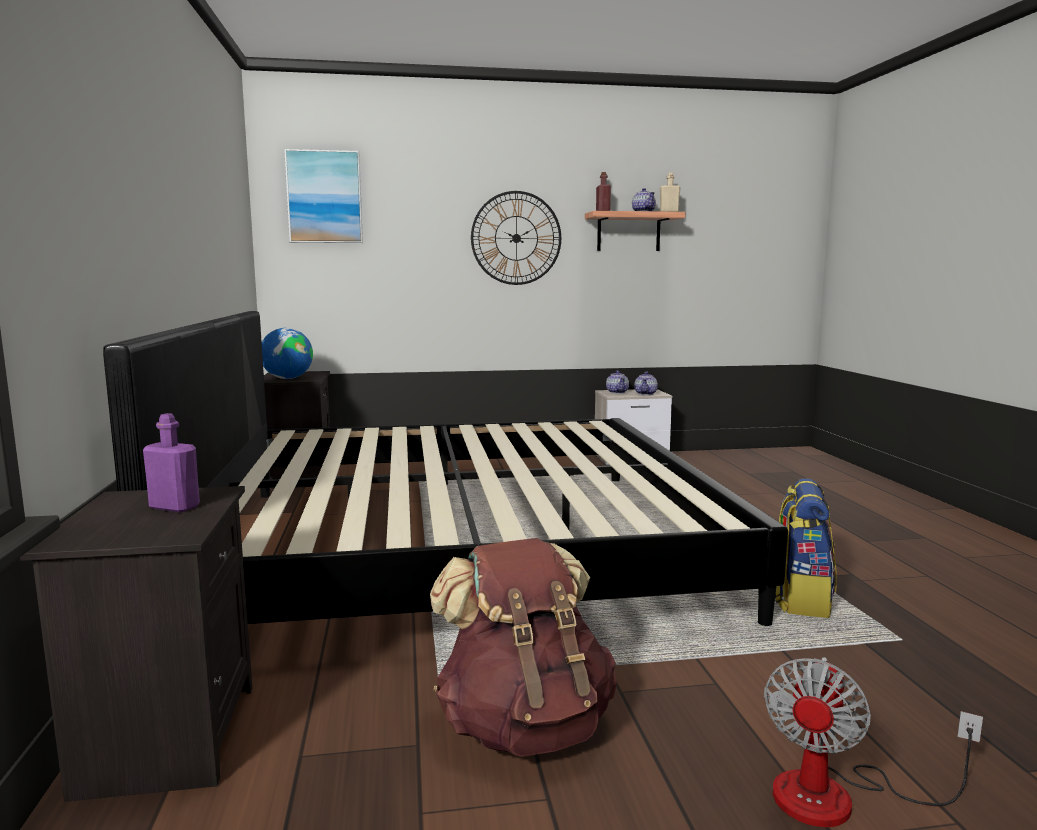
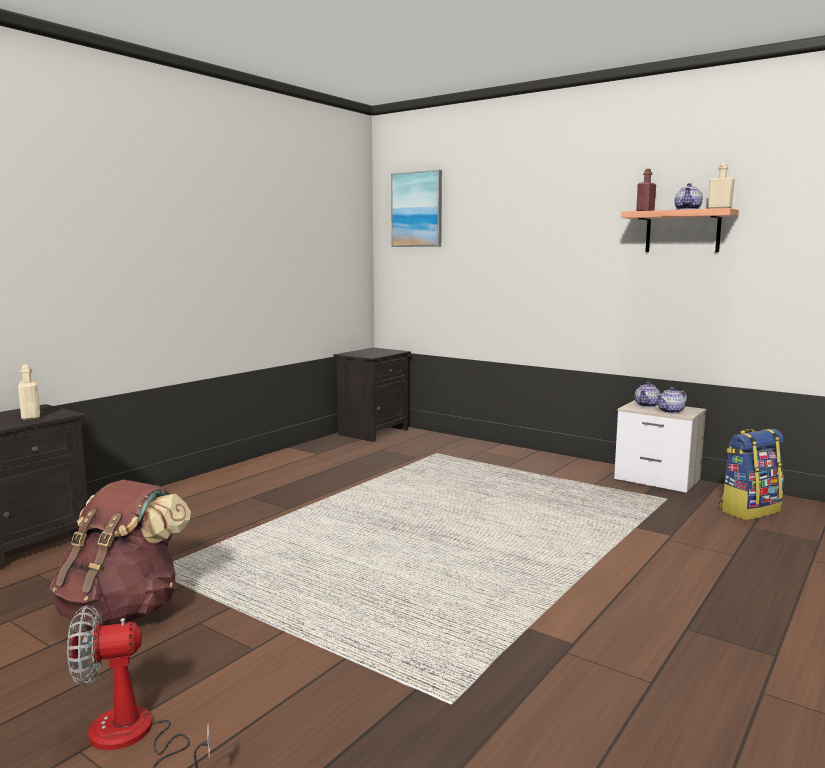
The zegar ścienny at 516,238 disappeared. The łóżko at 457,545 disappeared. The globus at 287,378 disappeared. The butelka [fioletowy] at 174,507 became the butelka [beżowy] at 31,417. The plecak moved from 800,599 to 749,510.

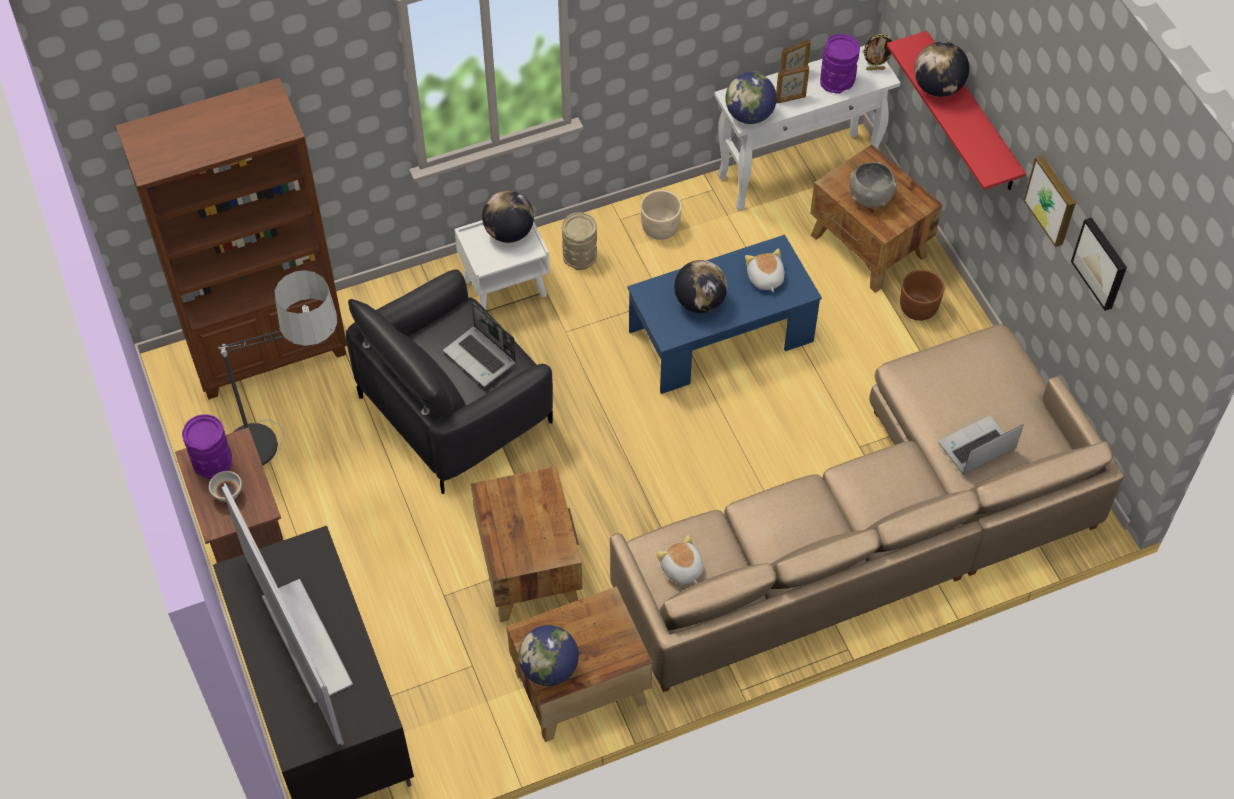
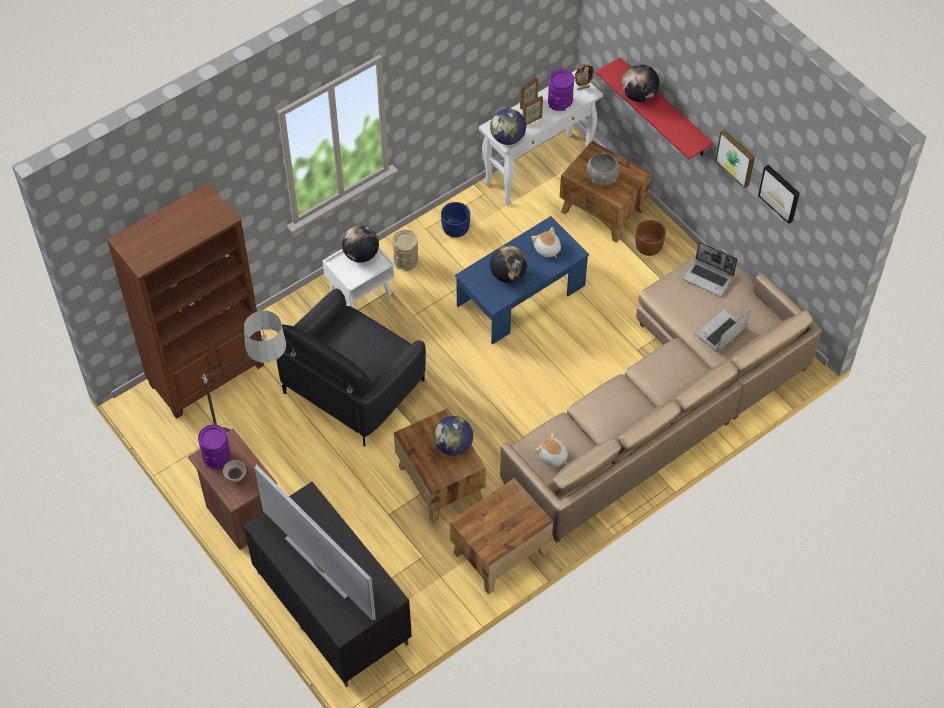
The donica [beżowy] at 660,228 became the donica [niebieski] at 456,229. The laptop moved from 481,357 to 709,278. The globus moved from 549,668 to 453,446.

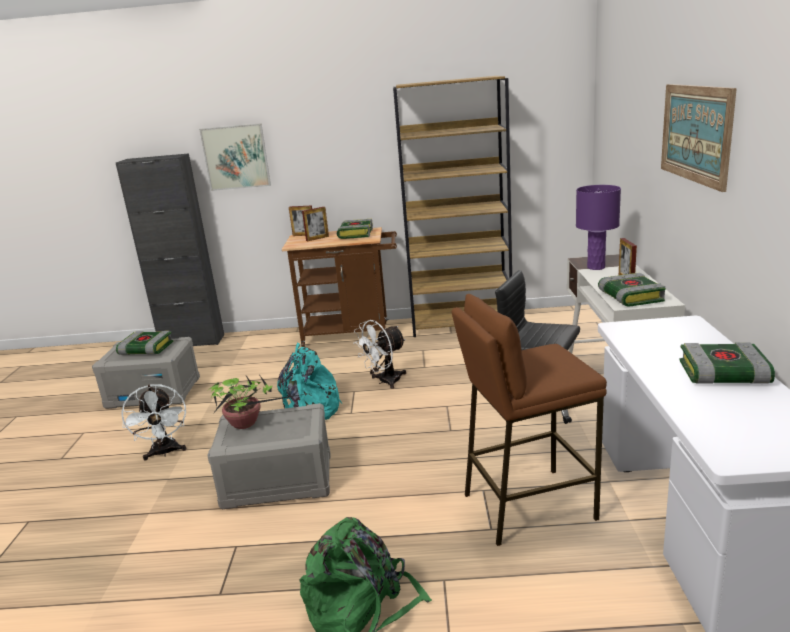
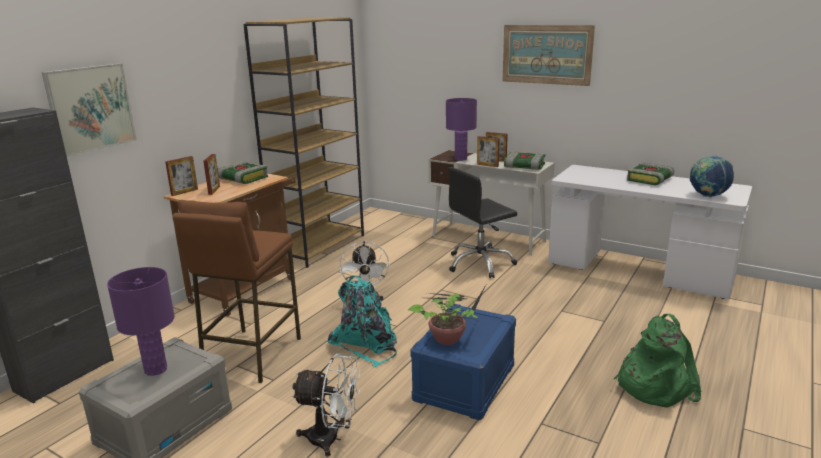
The stołek [brązowy] moved from 527,505 to 251,355. The książka at 145,349 was replaced by the lampa stołowa [fioletowy] at 155,369. The pojemnik do przechowywania [szary] at 277,481 became the pojemnik do przechowywania [niebieski] at 465,384. The ramka na zdjęcie at 487,165 appeared. The globus at 708,196 appeared.

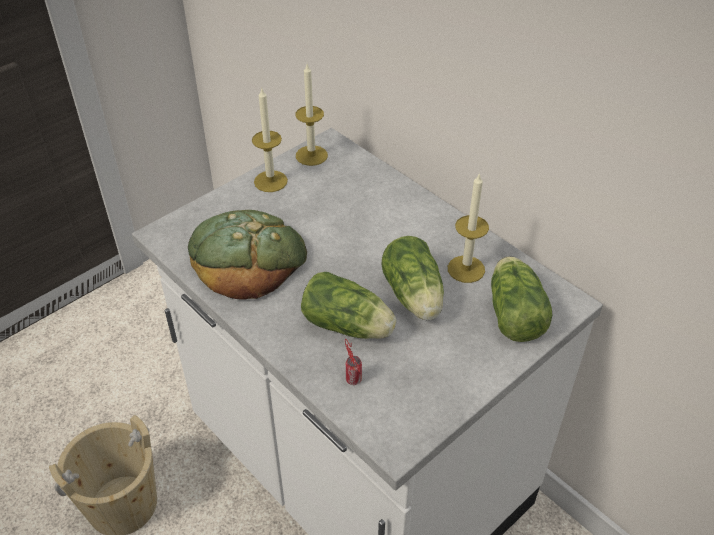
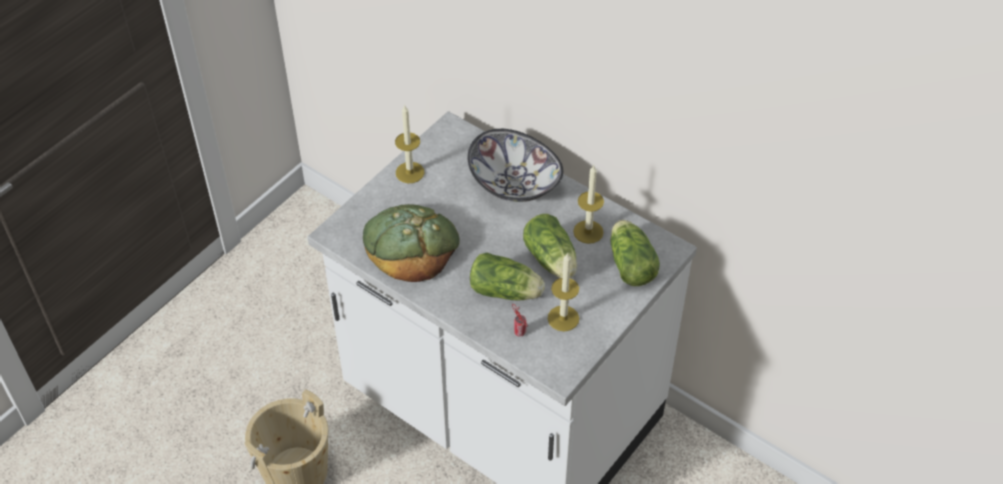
The świeca moved from 311,155 to 563,318. The miska at 514,184 appeared.

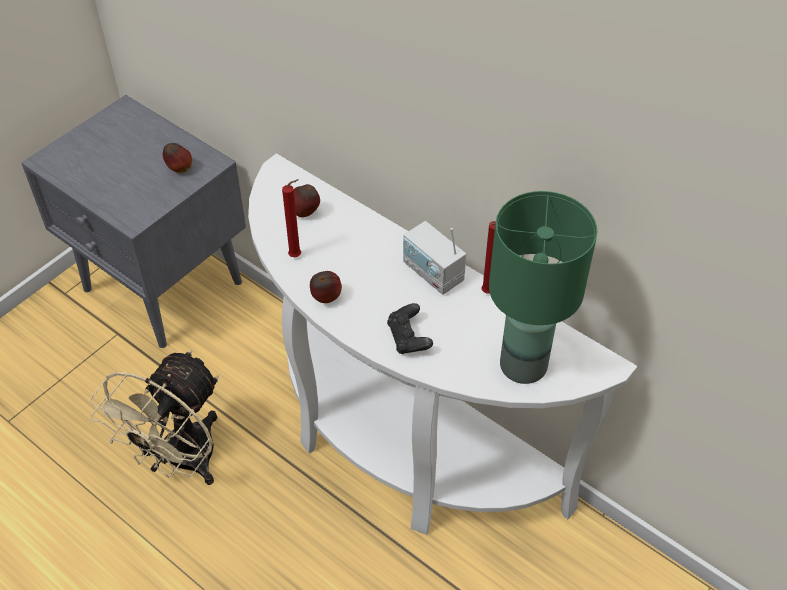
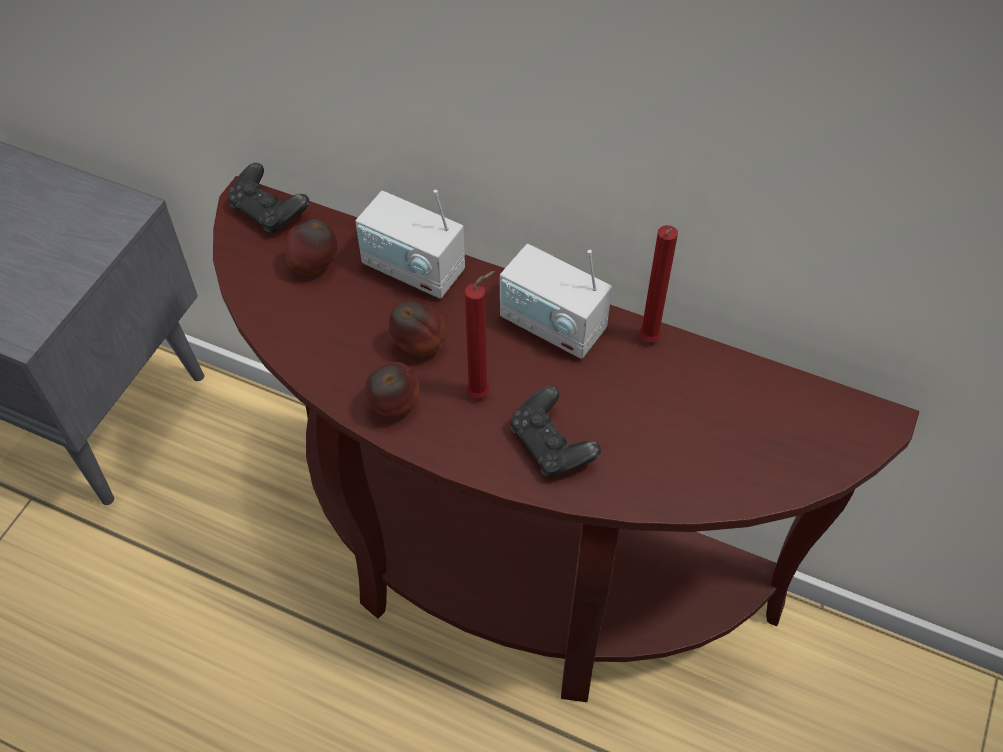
The jabłko moved from 179,169 to 419,347. The stolik konsolowy [biały] at 400,444 became the stolik konsolowy [brązowy] at 508,571. The świeca [czerwony] moved from 297,256 to 481,393. The lampa stołowa [zielony] at 522,366 disappeared. The wentylator [beżowy] at 181,462 disappeared. The pad do gier [czarny] at 269,212 appeared. The radio at 413,270 appeared.

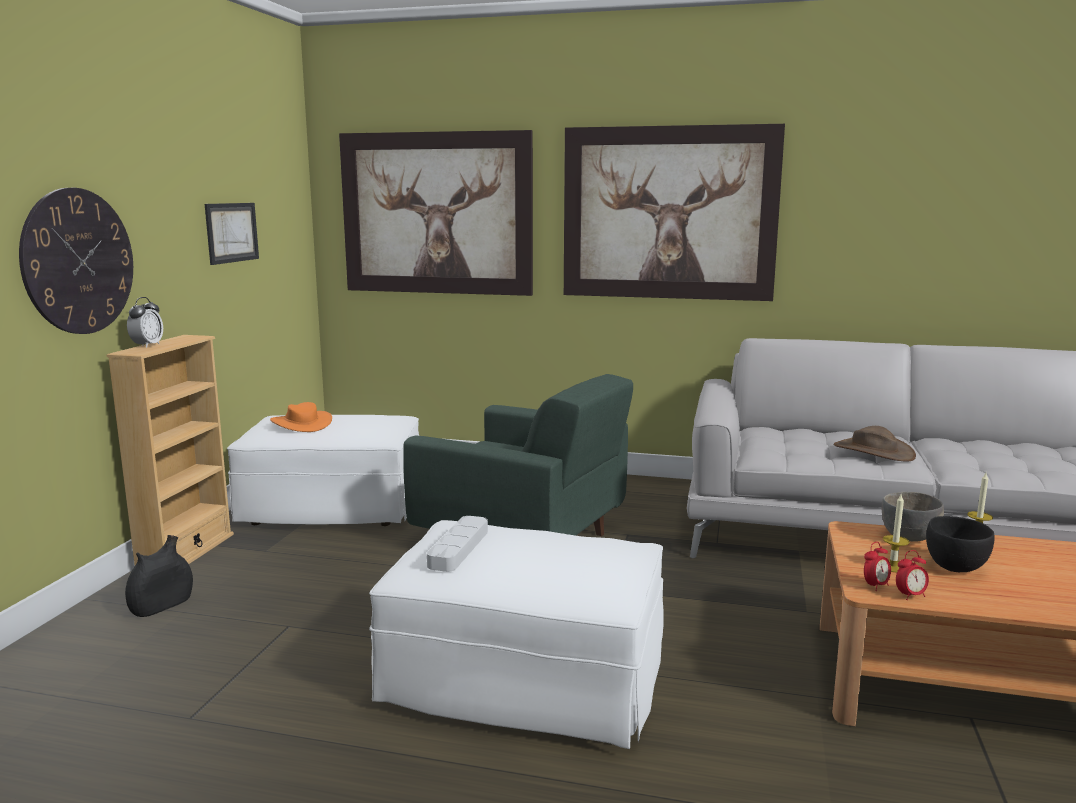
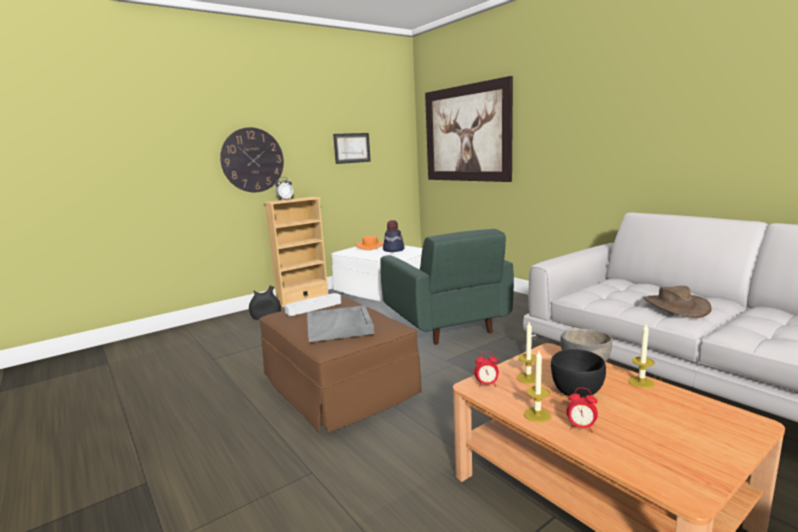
The obraz at 668,213 disappeared. The pufa [biały] at 525,677 became the pufa [brązowy] at 339,387. The budzik moved from 910,596 to 581,427. The kapelusz at 393,250 appeared. The taca [szary] at 340,326 appeared. The świeca at 537,415 appeared.

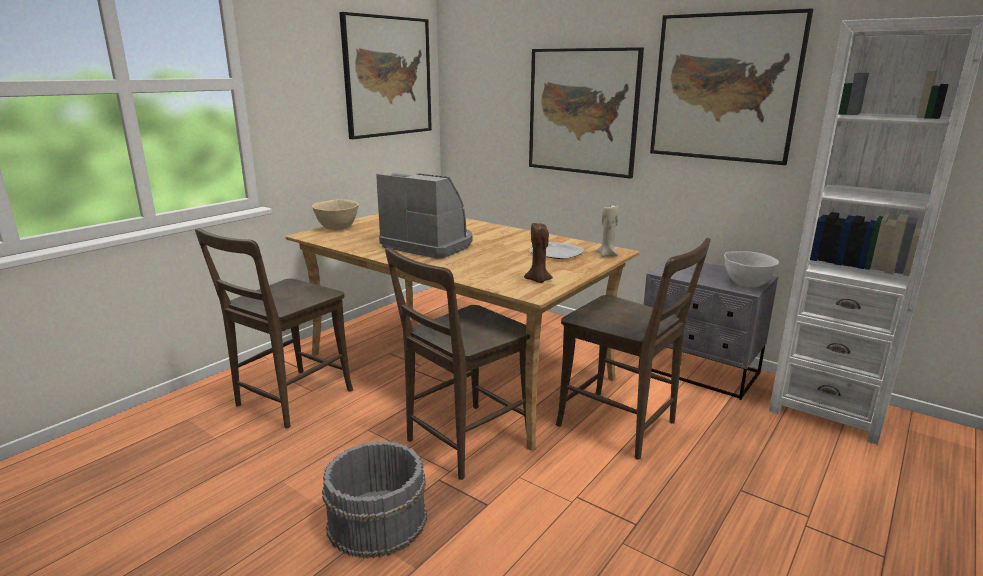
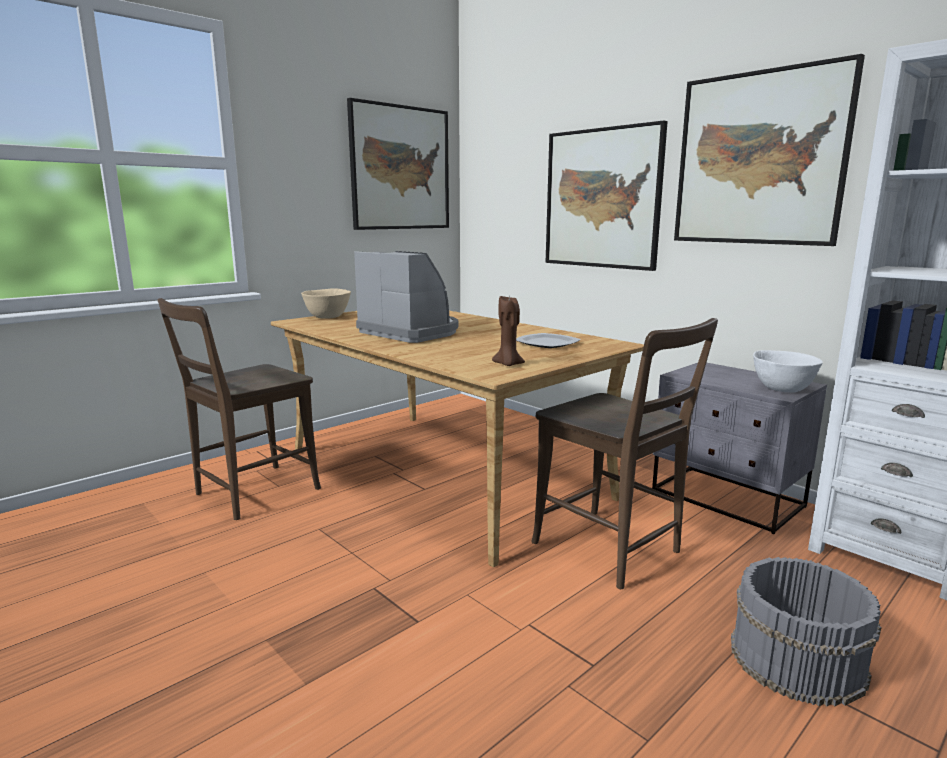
The świeca [beżowy] at 607,255 disappeared. The krzesło [brązowy] at 463,442 disappeared. The wiadro [szary] moved from 377,520 to 796,657.

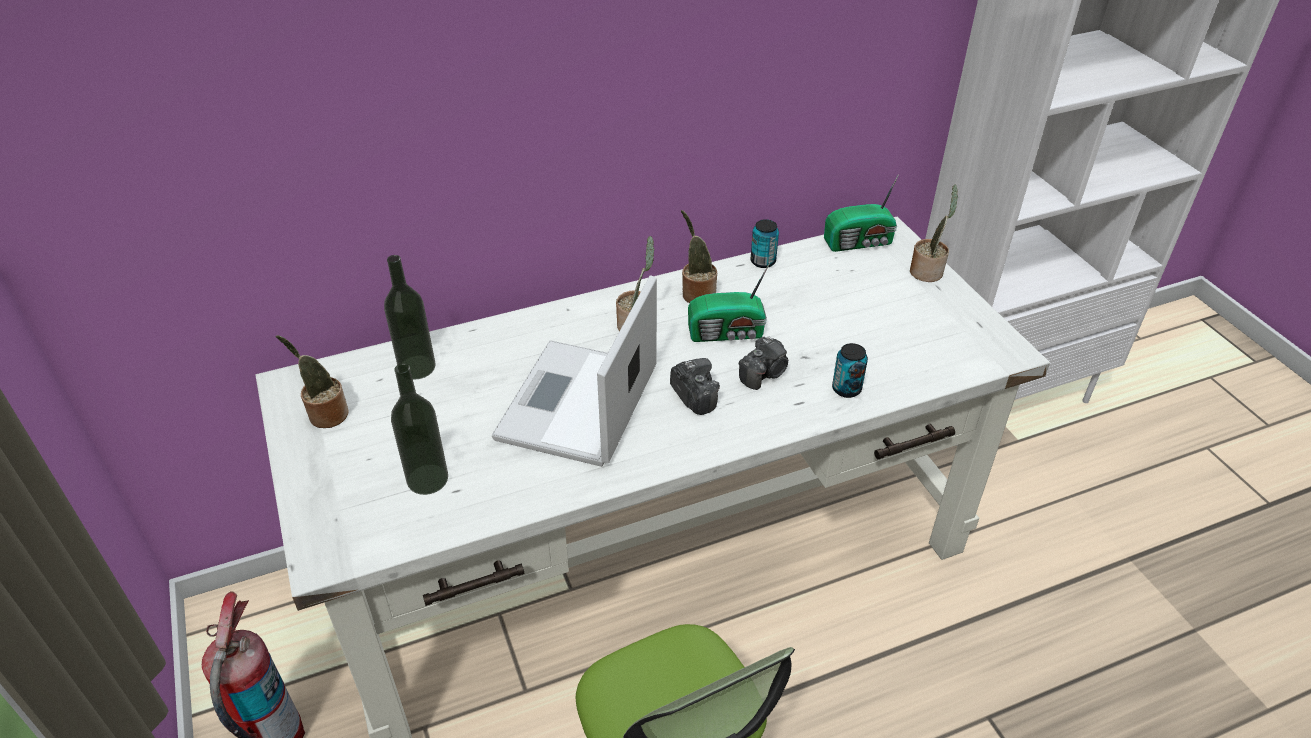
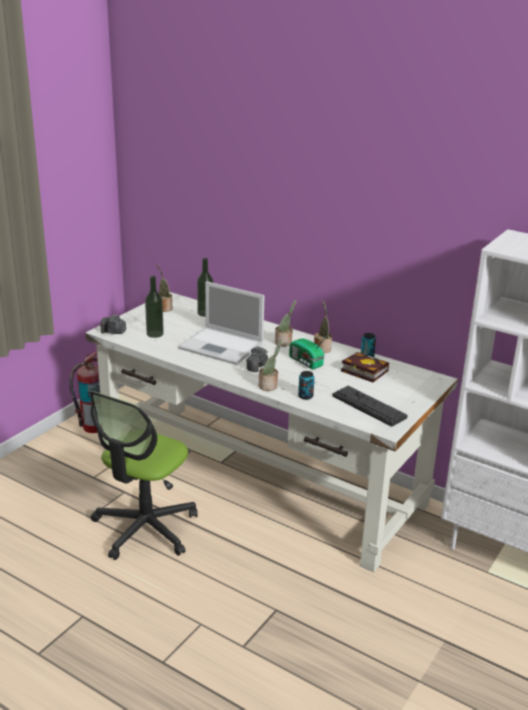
The radio at 860,242 disappeared. The roślina doniczkowa moved from 927,271 to 269,386. The laptop at 577,405 turned 135 degrees counterclockwise. The aparat fotograficzny moved from 764,374 to 113,332. The książka at 362,370 appeared. The klawiatura at 369,406 appeared.

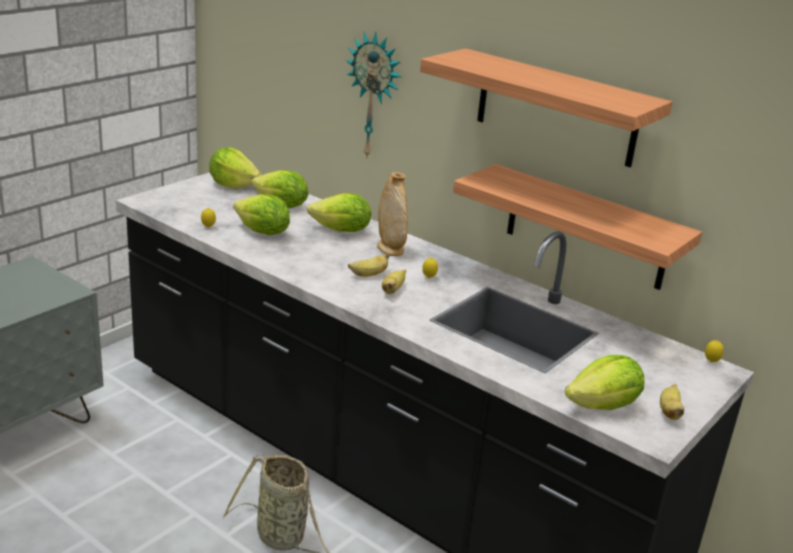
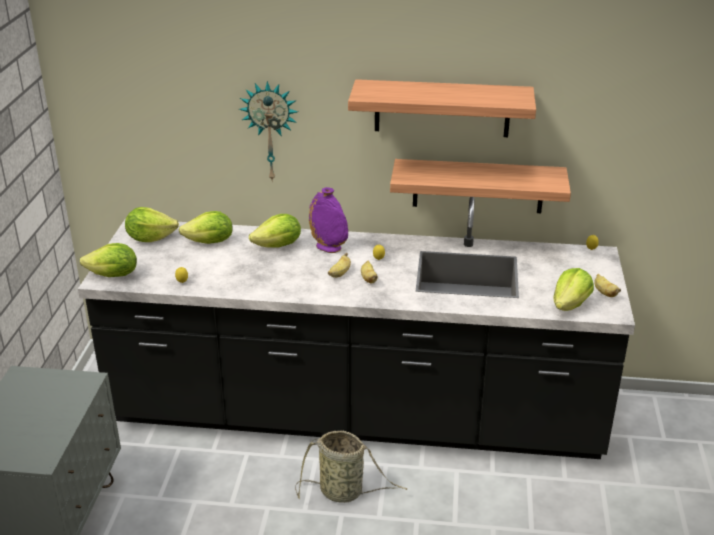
The wazon [beżowy] at 390,249 became the wazon [fioletowy] at 328,248. The sałata moved from 262,233 to 114,275.

